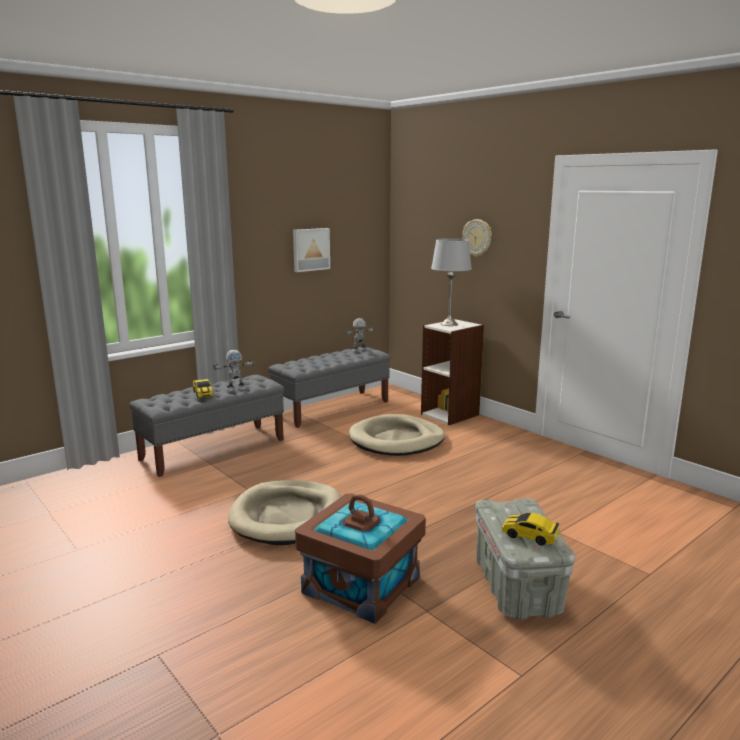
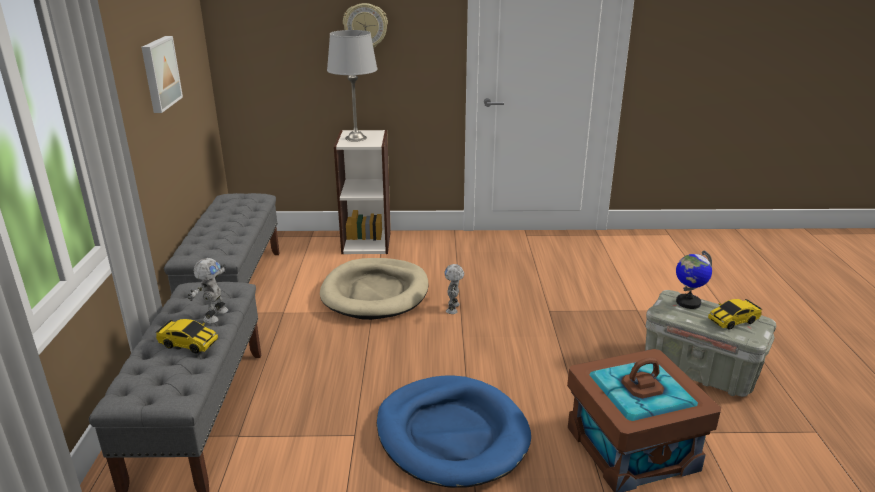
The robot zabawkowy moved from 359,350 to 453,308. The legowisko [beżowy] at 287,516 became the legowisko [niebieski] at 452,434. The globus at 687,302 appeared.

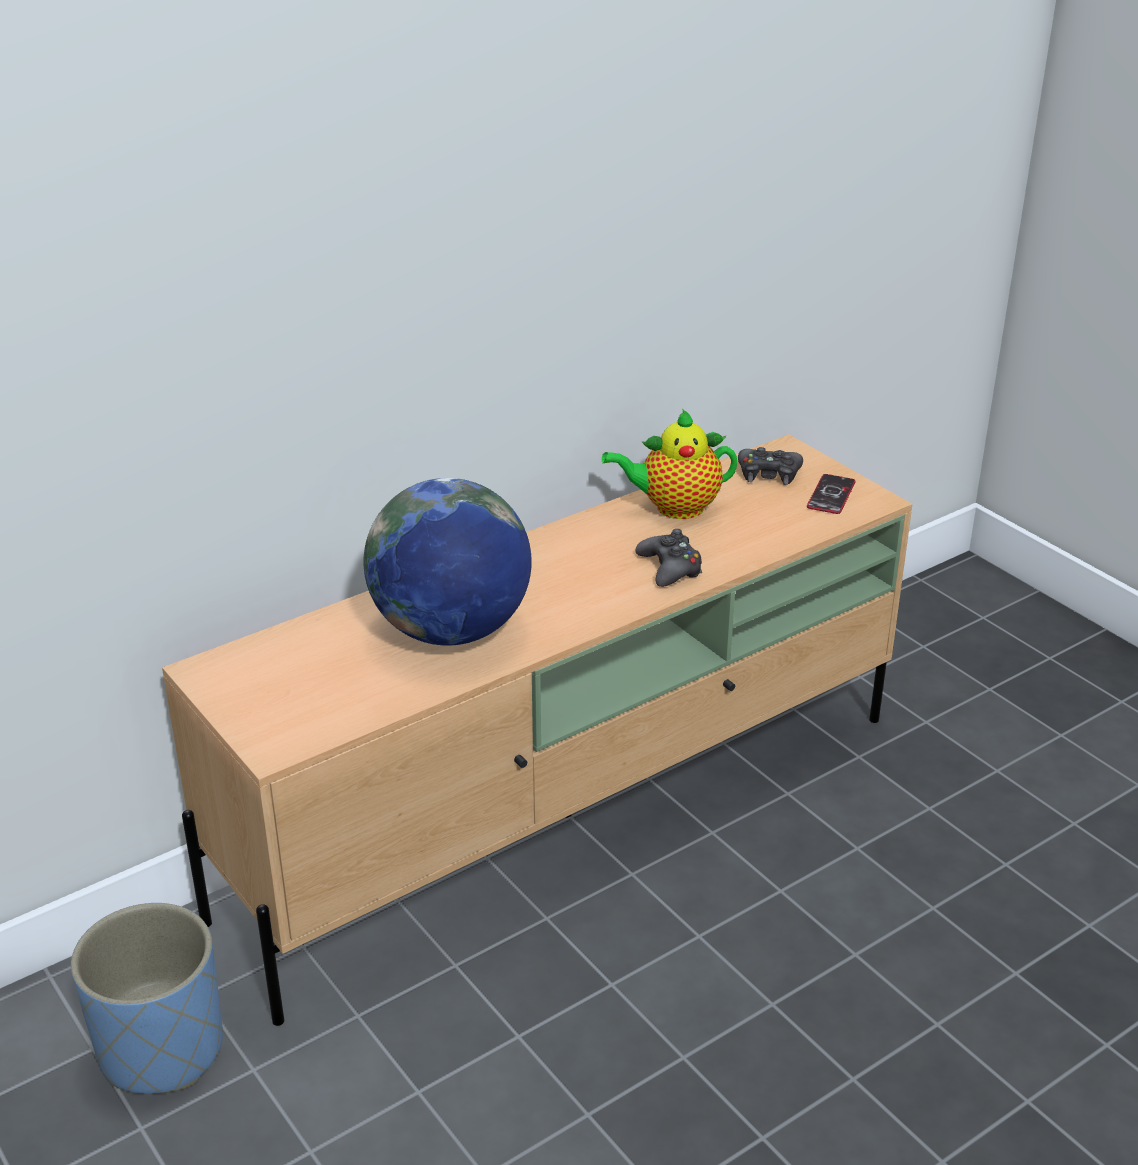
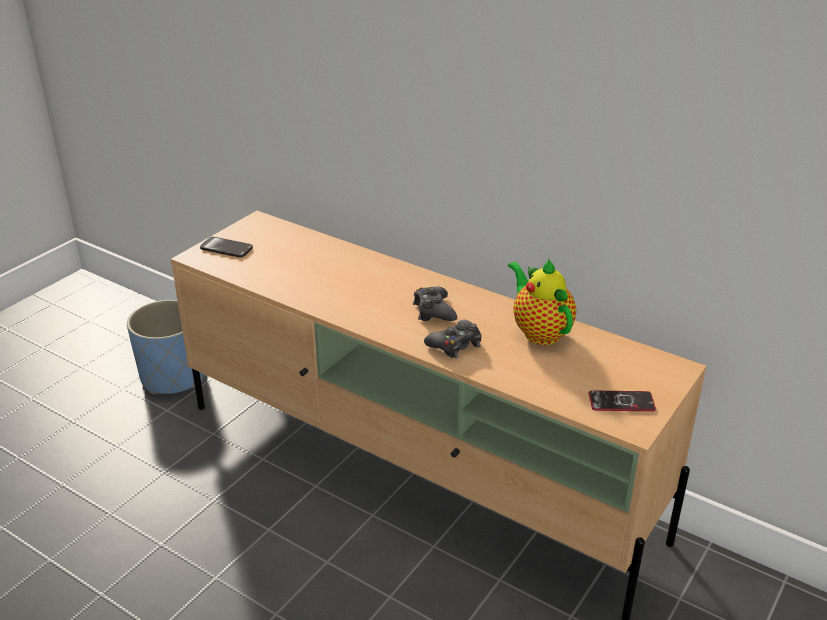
The pad do gier [czarny] moved from 769,474 to 433,311. The globus at 450,630 disappeared. The telefon at 226,248 appeared.

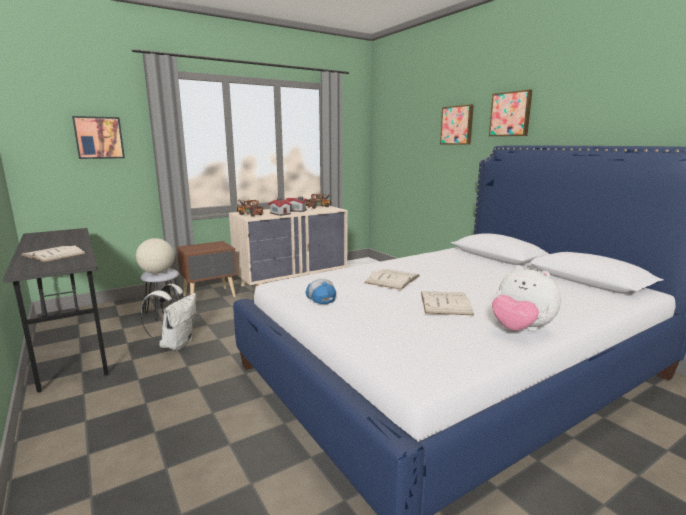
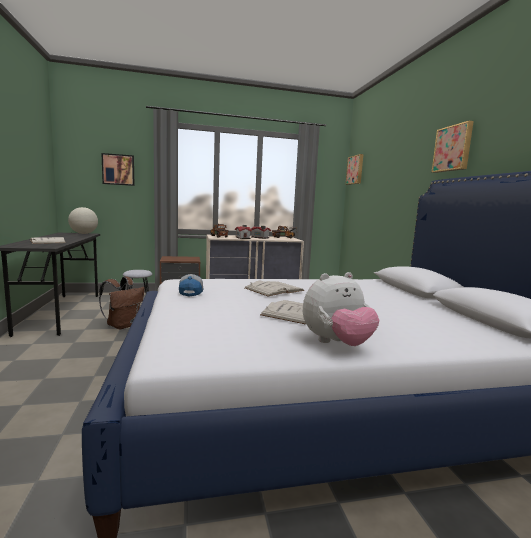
The obraz moved from 457,125 to 355,170. The globus moved from 157,272 to 84,233. The pluszak at 520,330 turned 90 degrees counterclockwise. The plecak [biały] at 176,344 became the plecak [brązowy] at 123,325.

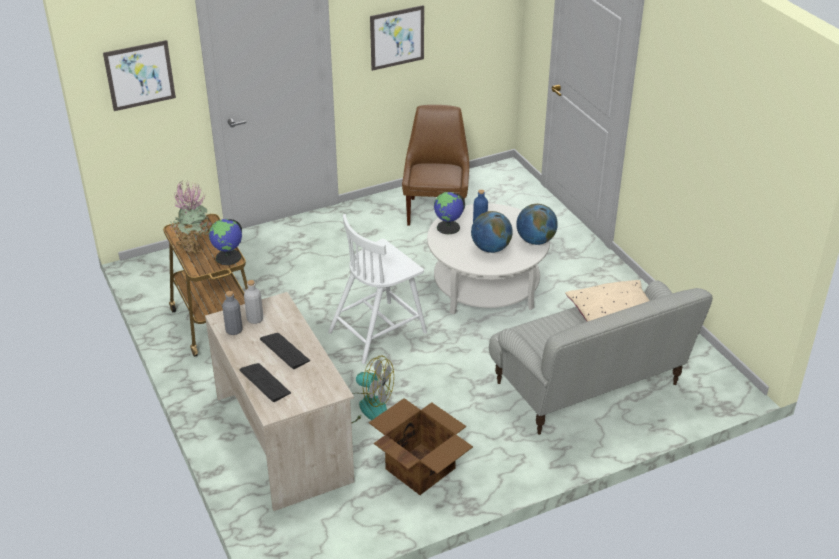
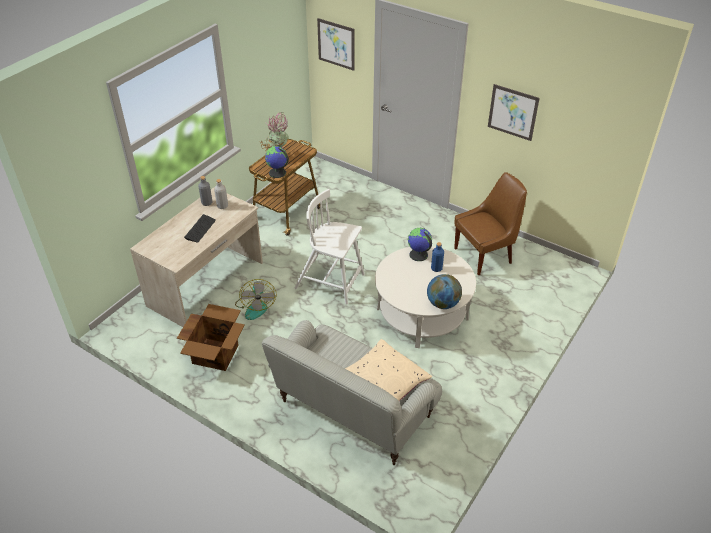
The globus at 491,248 disappeared. The klawiatura at 265,383 disappeared.

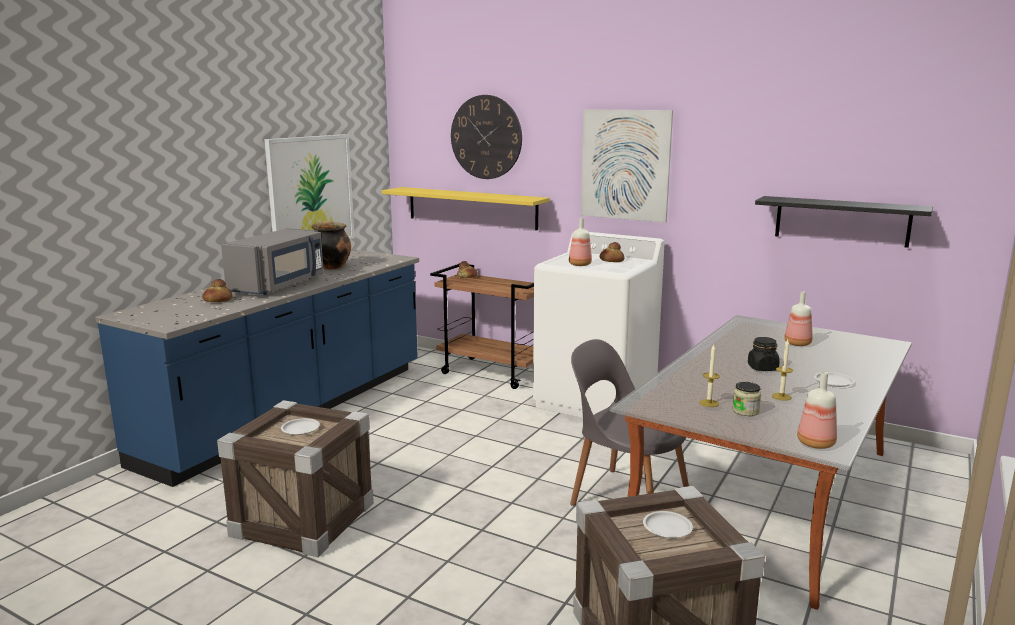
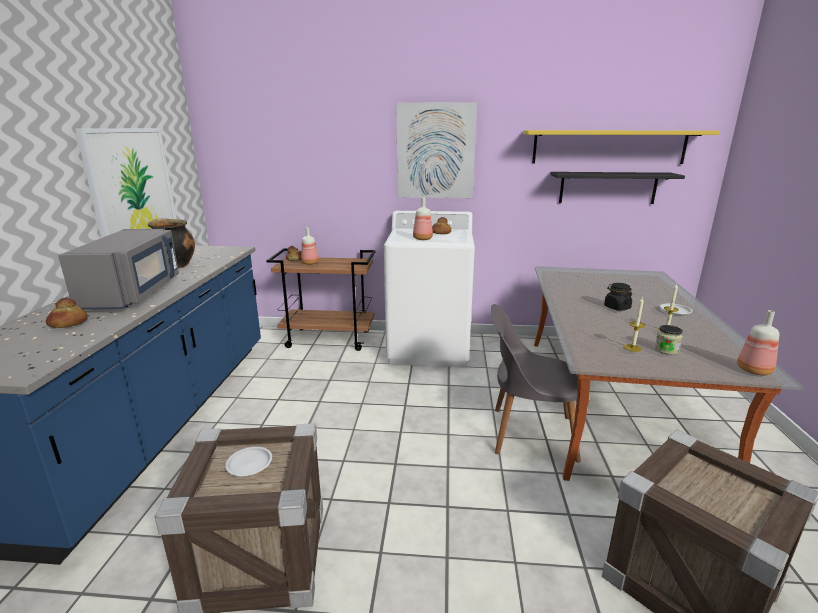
The zegar ścienny at 486,137 disappeared. The półka [żółty] moved from 471,208 to 608,147. The butelka moved from 798,343 to 310,263. The talerz [biały] at 667,528 disappeared.

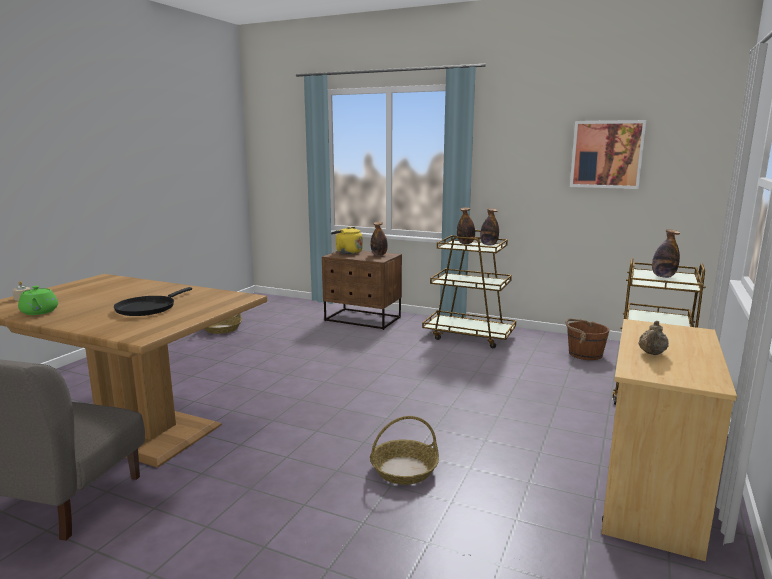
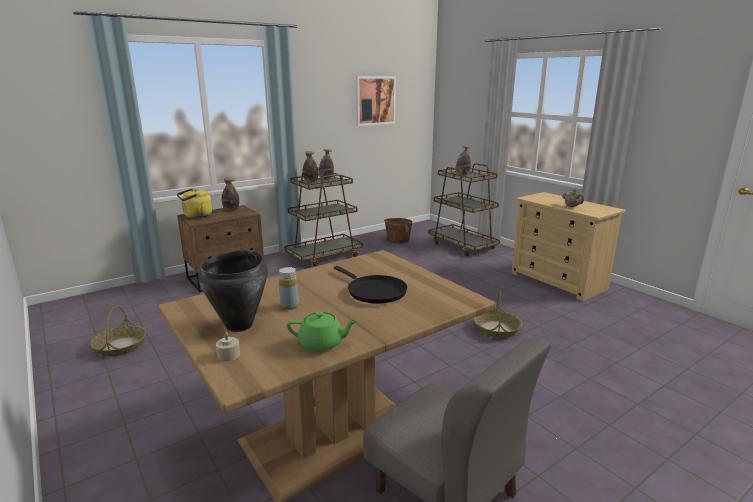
The garnek [czarny] at 240,325 appeared. The butelka [żółty] at 289,306 appeared.

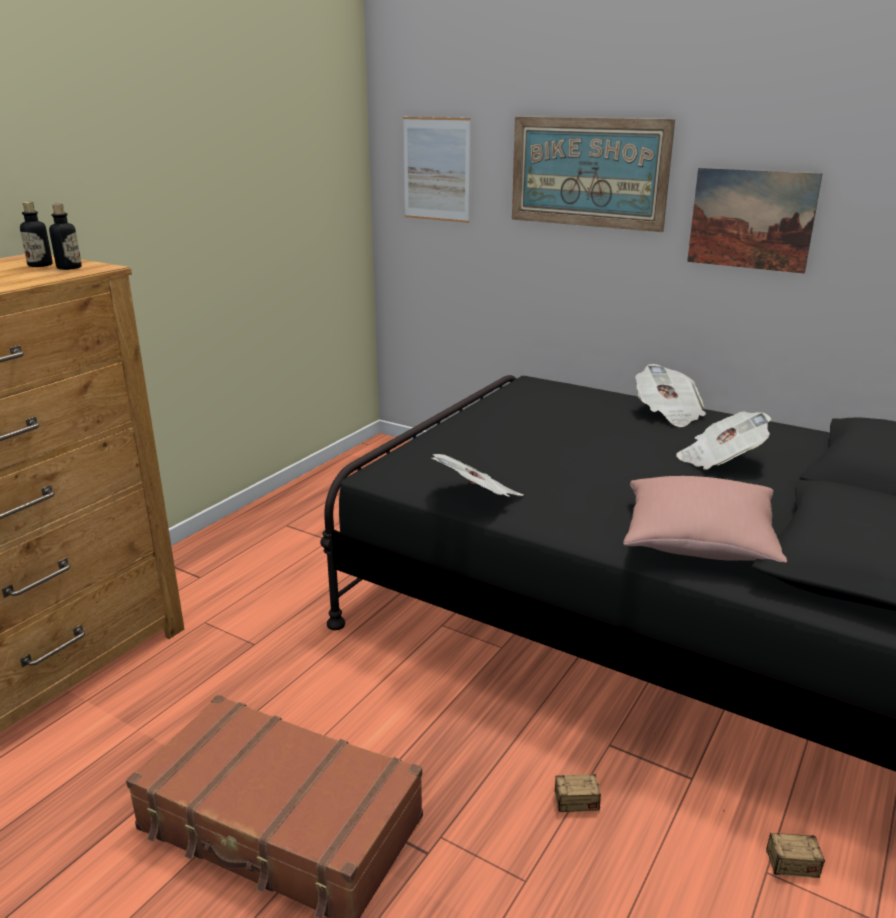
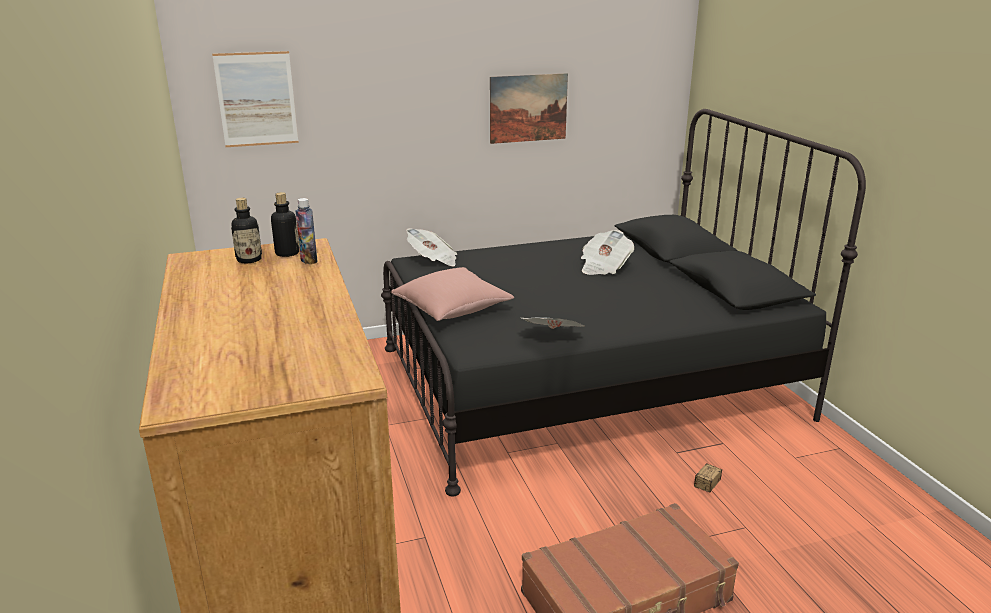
The obraz at 588,172 disappeared. The gazeta moved from 668,414 to 433,260. The poduszka [różowy] moved from 699,541 to 452,308. The pojemnik do przechowywania at 761,862 disappeared. The butelka at 309,260 appeared.

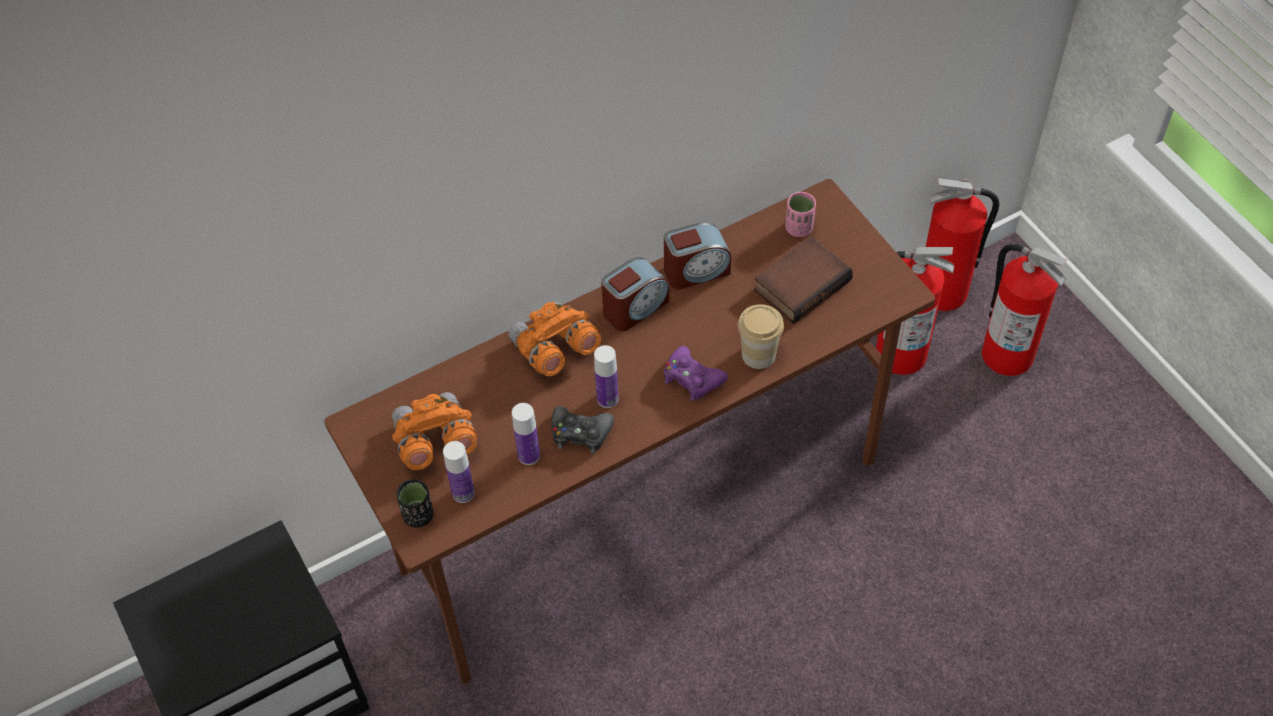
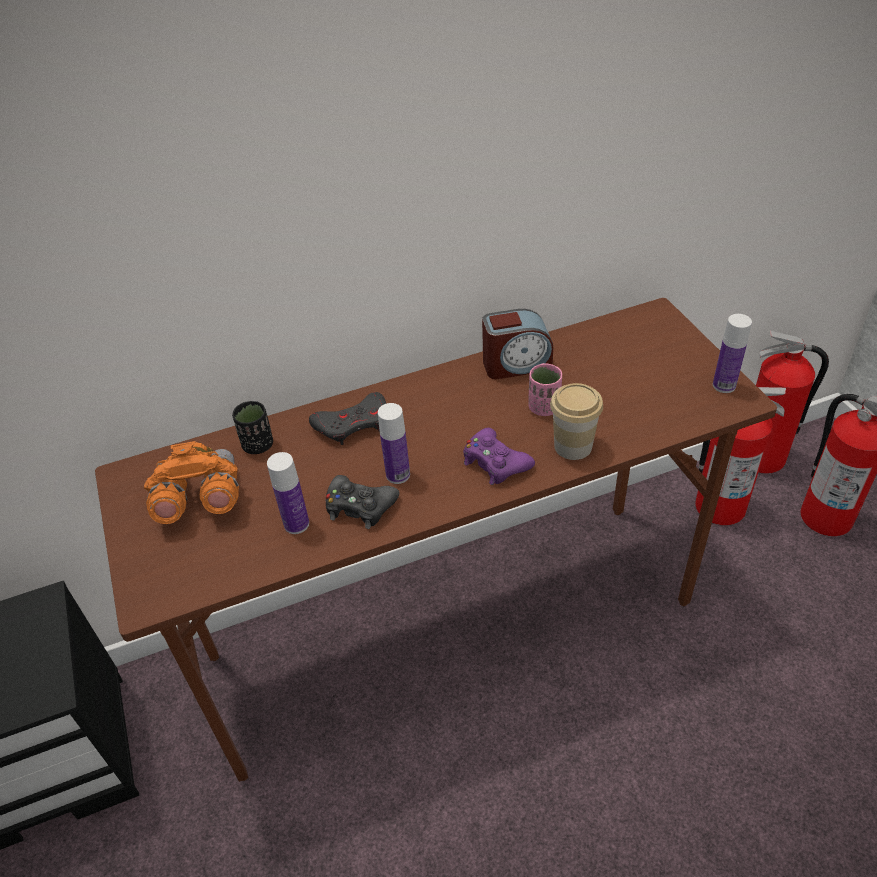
The filiżanka [różowy] moved from 799,228 to 544,408. The książka at 801,283 disappeared. The budzik at 635,308 disappeared. The lornetka [pomarańczowy] at 554,350 was replaced by the pad do gier [szary] at 353,424. The butelka moved from 463,493 to 724,385. The filiżanka [czarny] moved from 418,515 to 258,445.

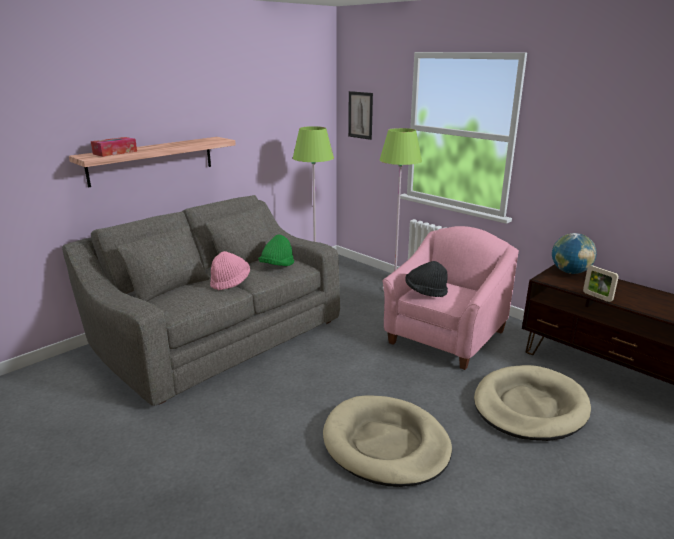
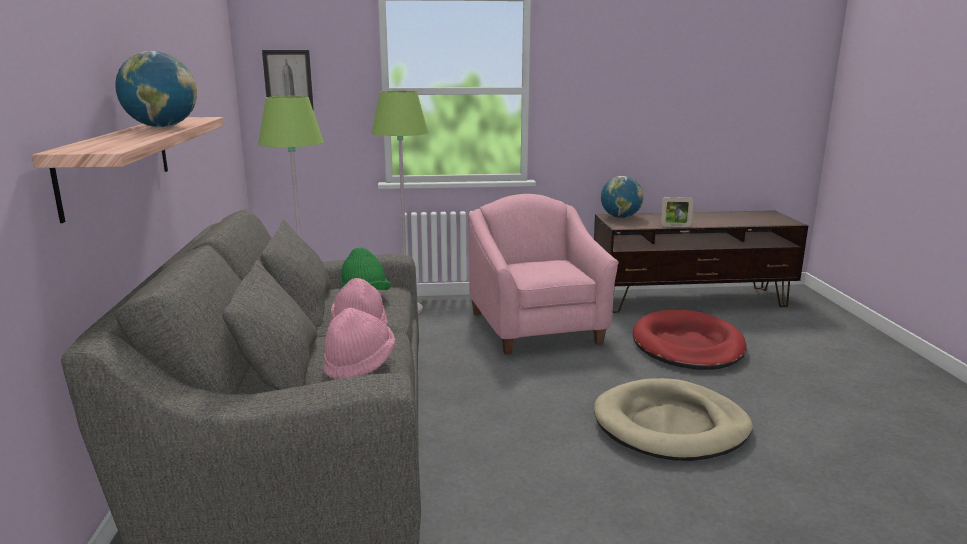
The pudełko chusteczek at 115,152 disappeared. The kapelusz [czarny] at 425,292 disappeared. The legowisko [beżowy] at 529,406 became the legowisko [czerwony] at 687,345. The globus at 162,127 appeared. The kapelusz [różowy] at 359,364 appeared.

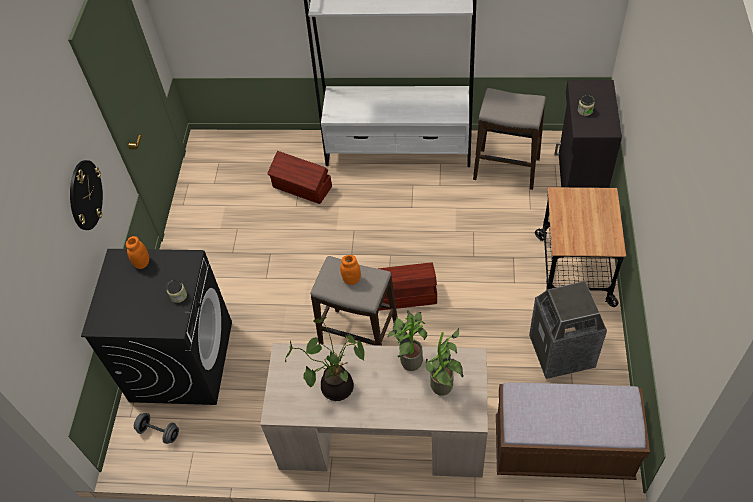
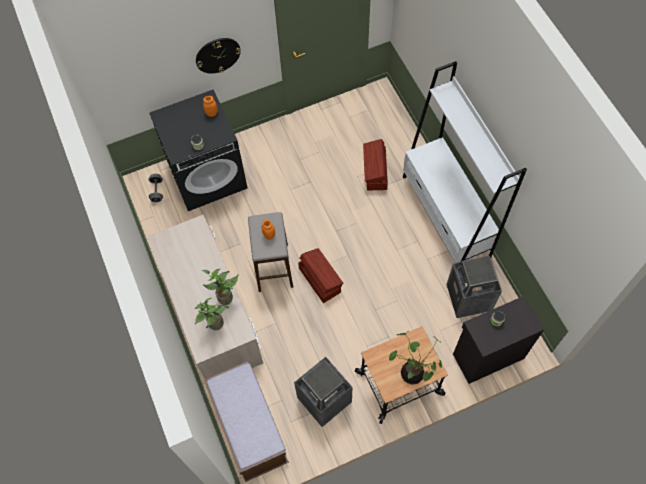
The stołek at 506,169 was replaced by the kosz na śmieci at 469,298. The roślina doniczkowa moved from 335,385 to 413,371.

